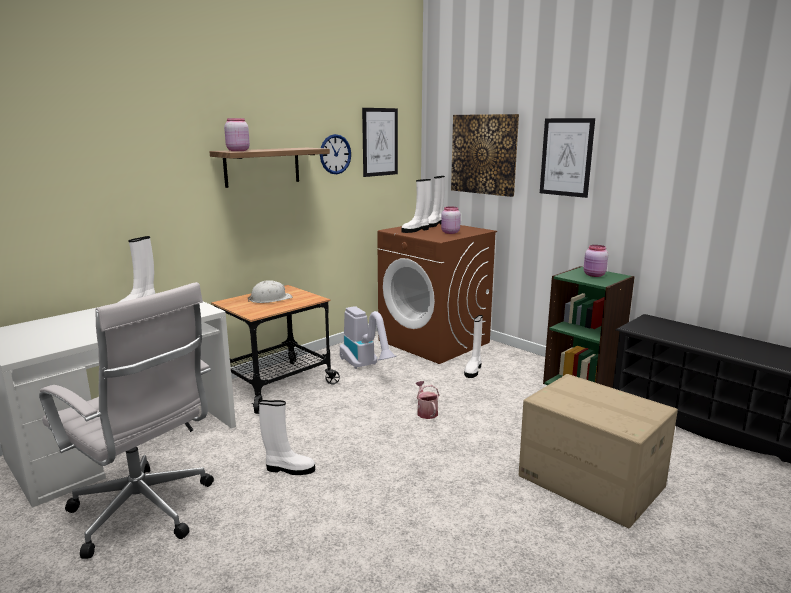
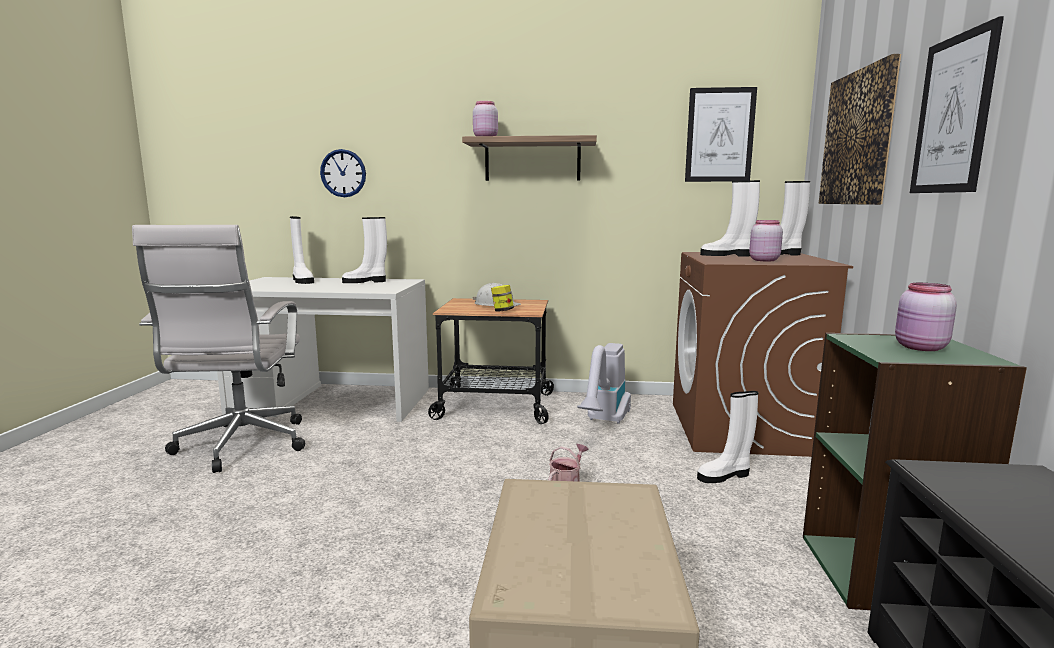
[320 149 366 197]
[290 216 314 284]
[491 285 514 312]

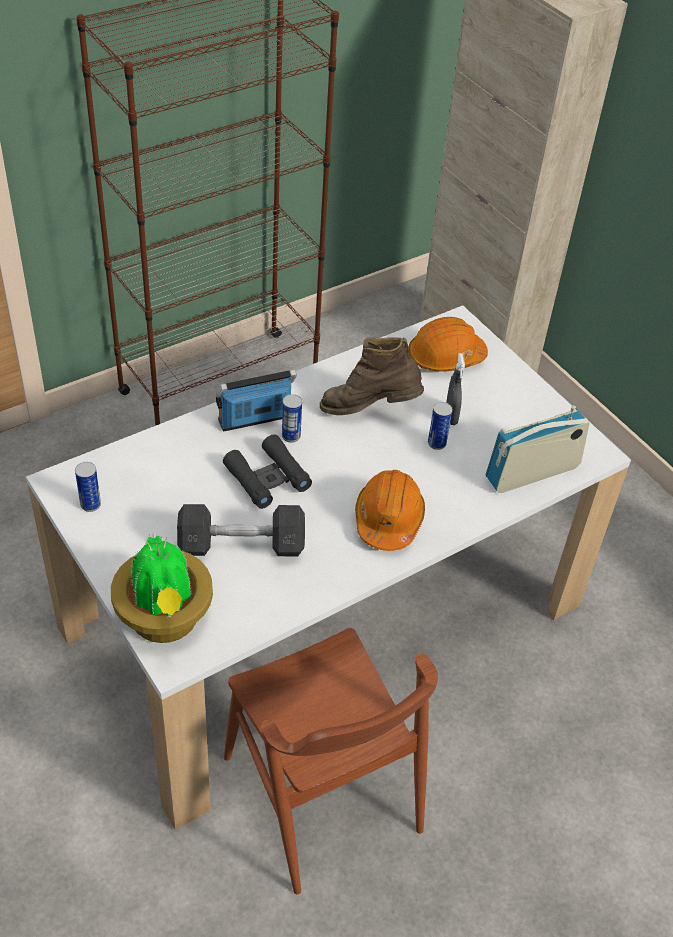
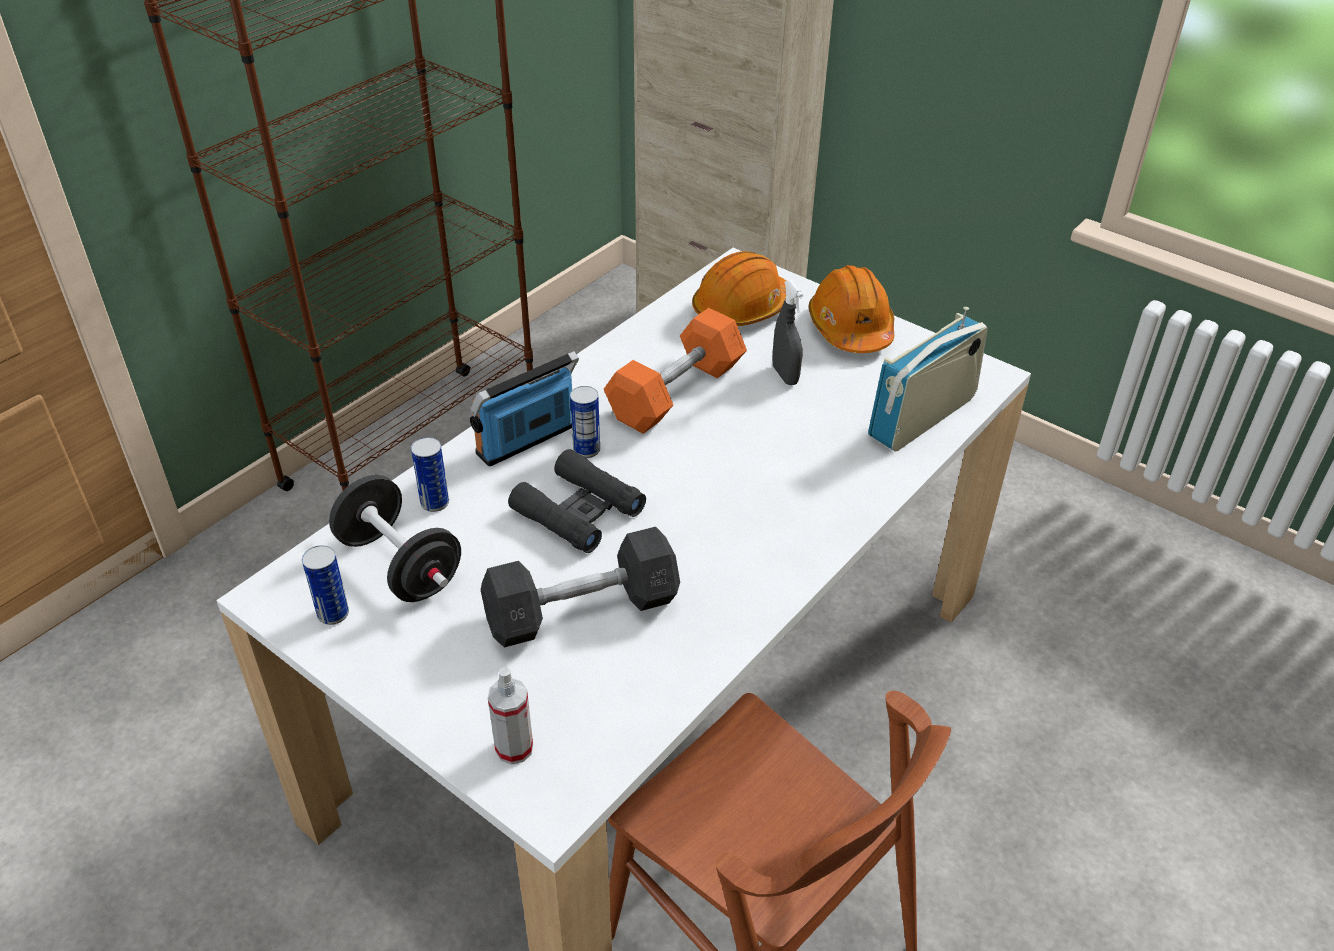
[604 308 747 434]
[411 437 449 512]
[809 265 894 353]
[488 667 533 765]
[329 475 461 602]

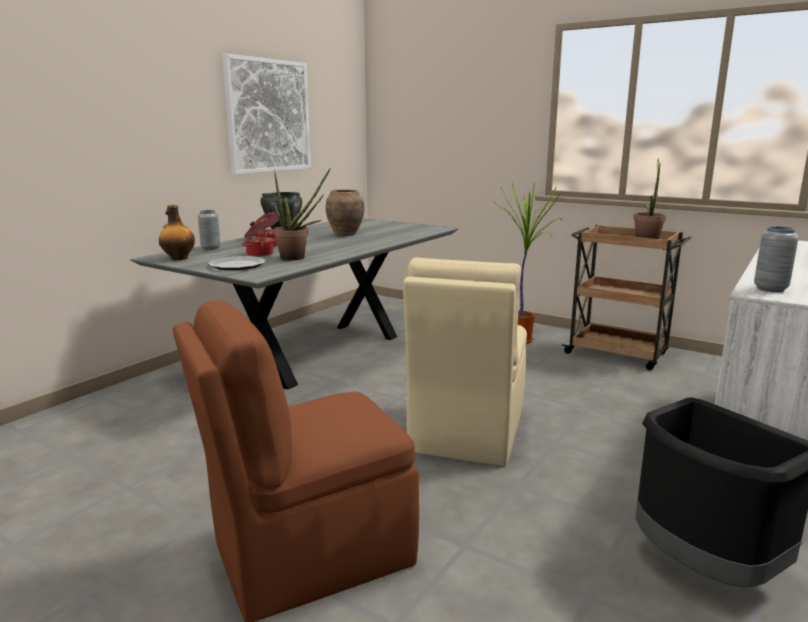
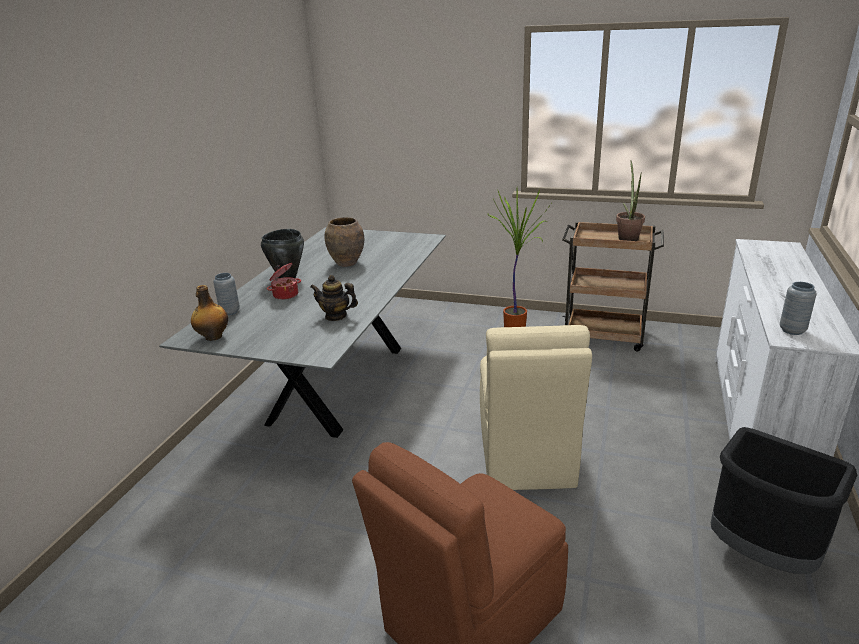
[222 53 311 175] (first image)
[310 275 358 321]
[242 219 276 257] (first image)
[208 256 266 271] (first image)

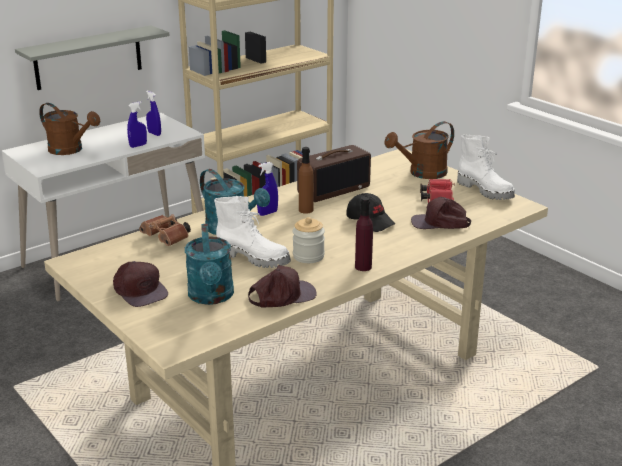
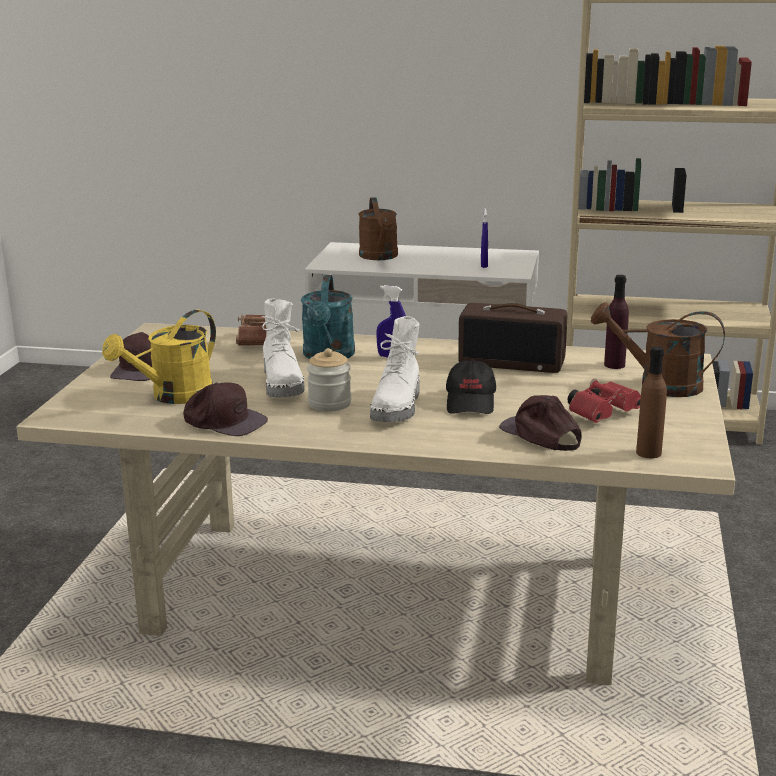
[15 25 169 90] (first image)
[127 101 147 148] (first image)
[370 316 420 422]
[636 346 667 458]
[604 275 629 369]
[102 310 216 404]

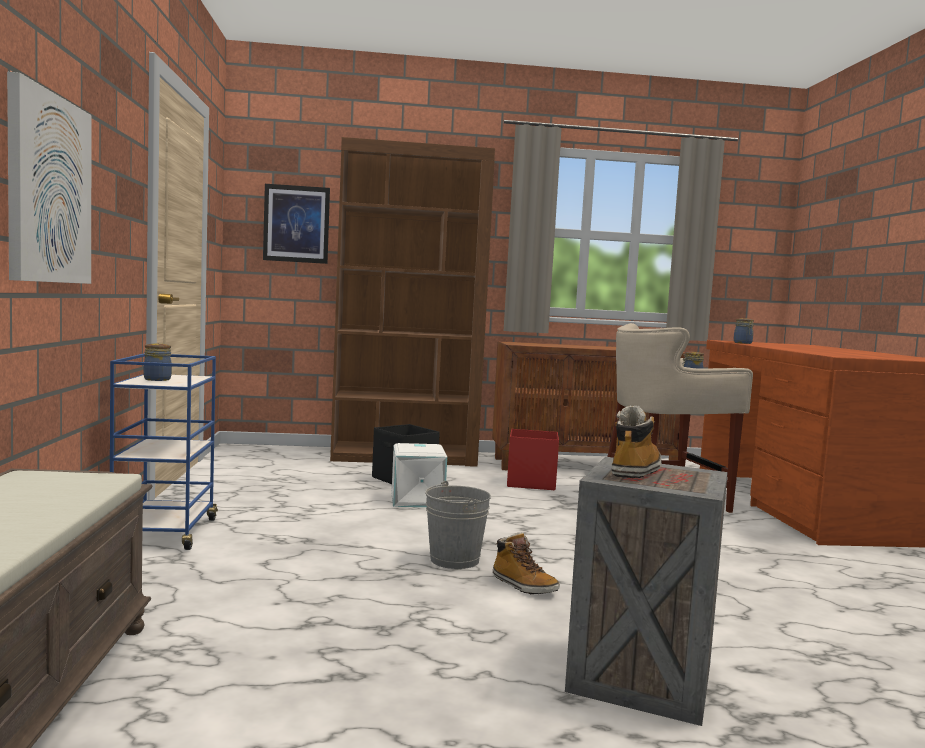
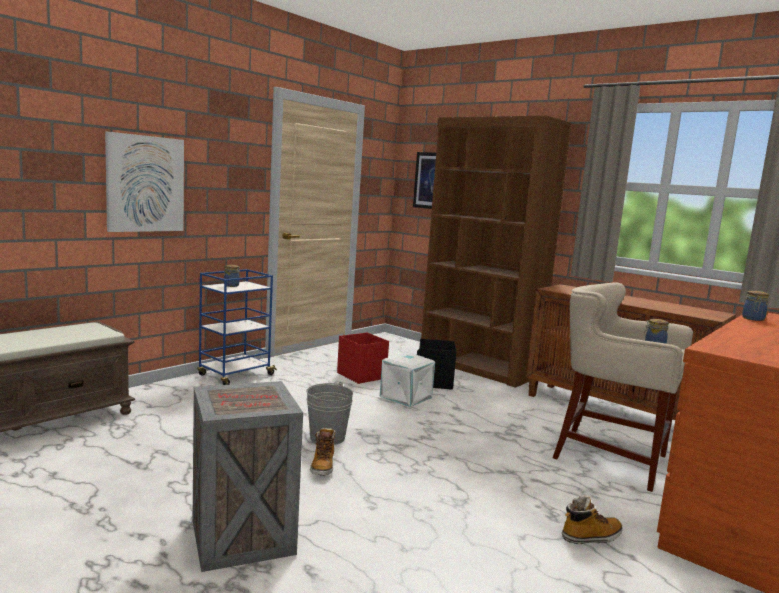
[562 495 623 544]
[337 332 389 384]

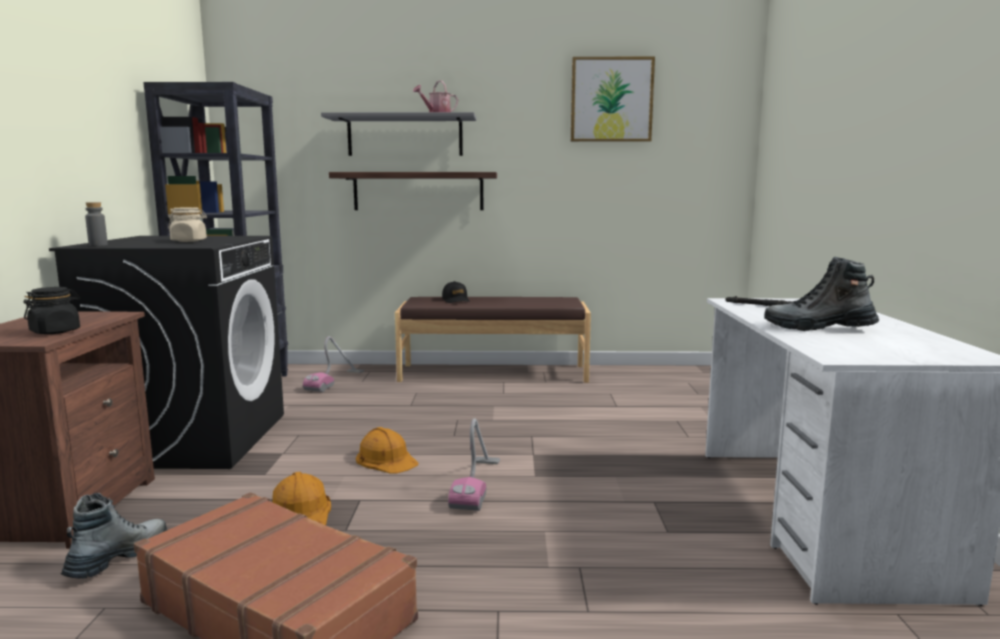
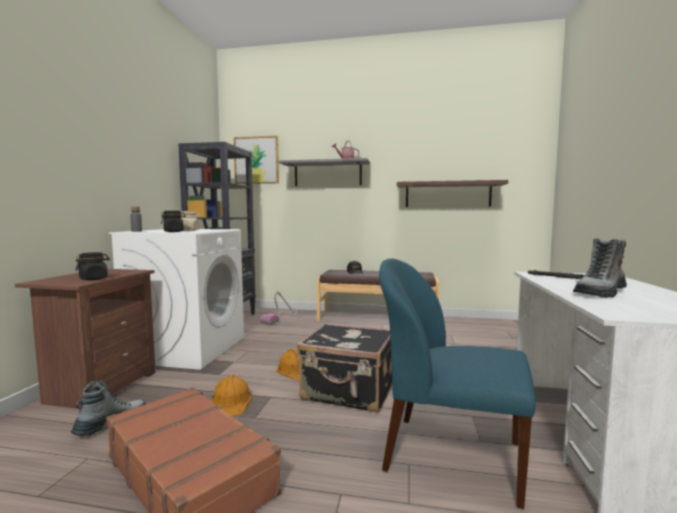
[234 136 279 184]
[397 180 508 207]
[109 229 244 370]
[573 238 627 298]
[297 323 392 413]
[161 211 186 232]
[379 258 536 509]

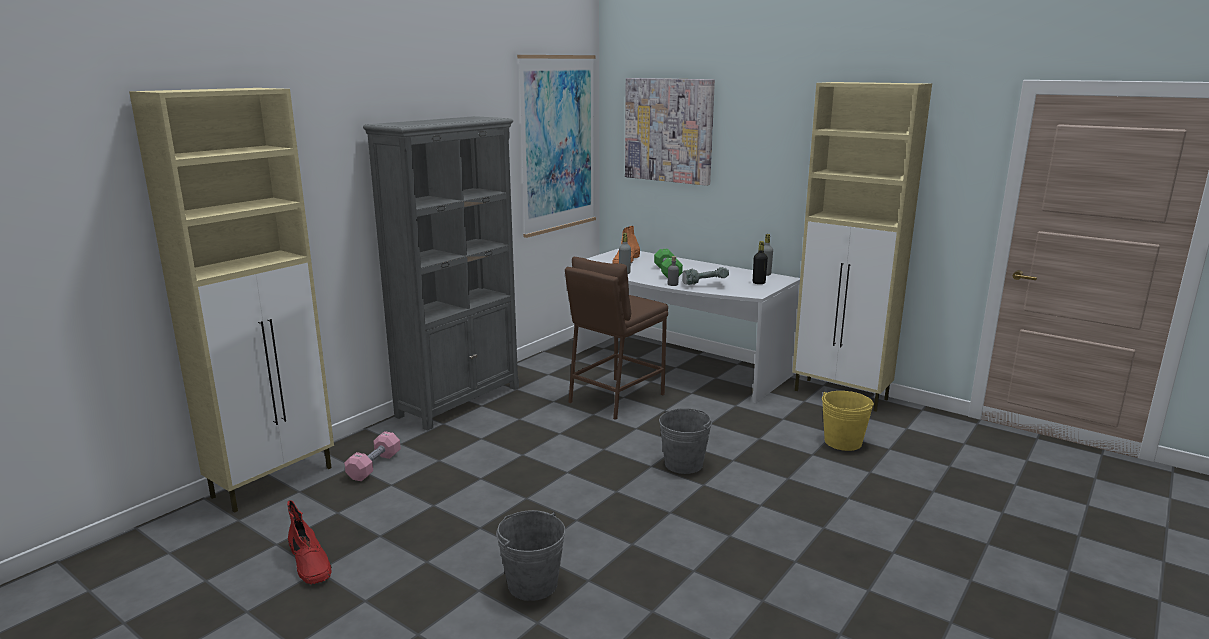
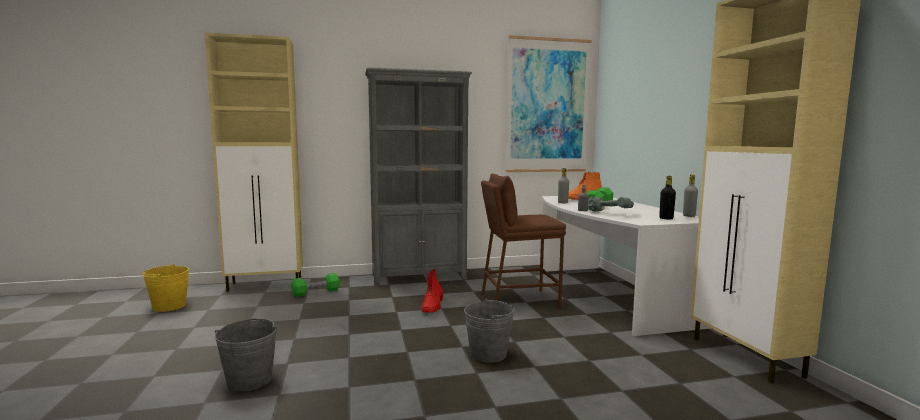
[625 78 715 186] (first image)
[143 264 189 312]
[291 273 340 297]
[422 269 443 313]

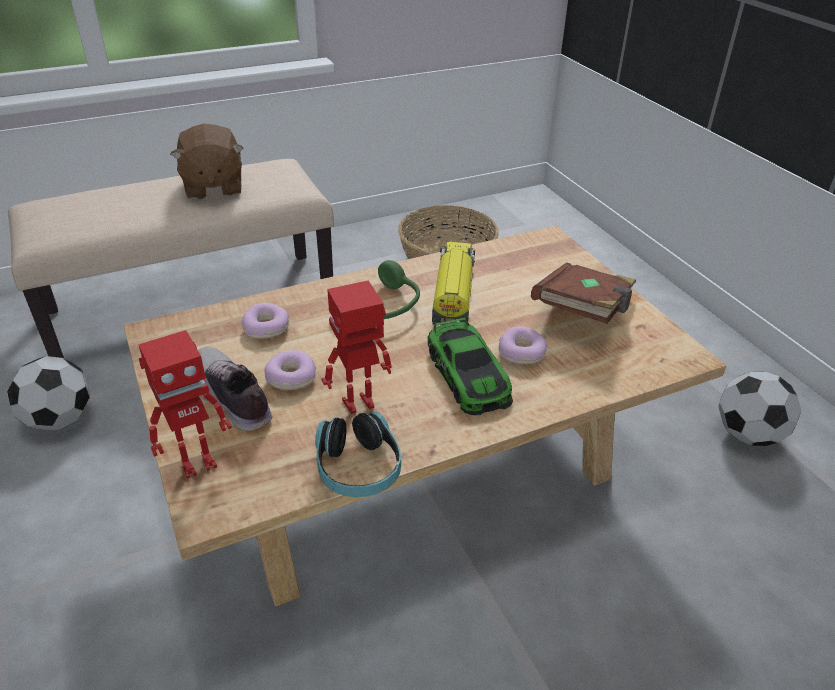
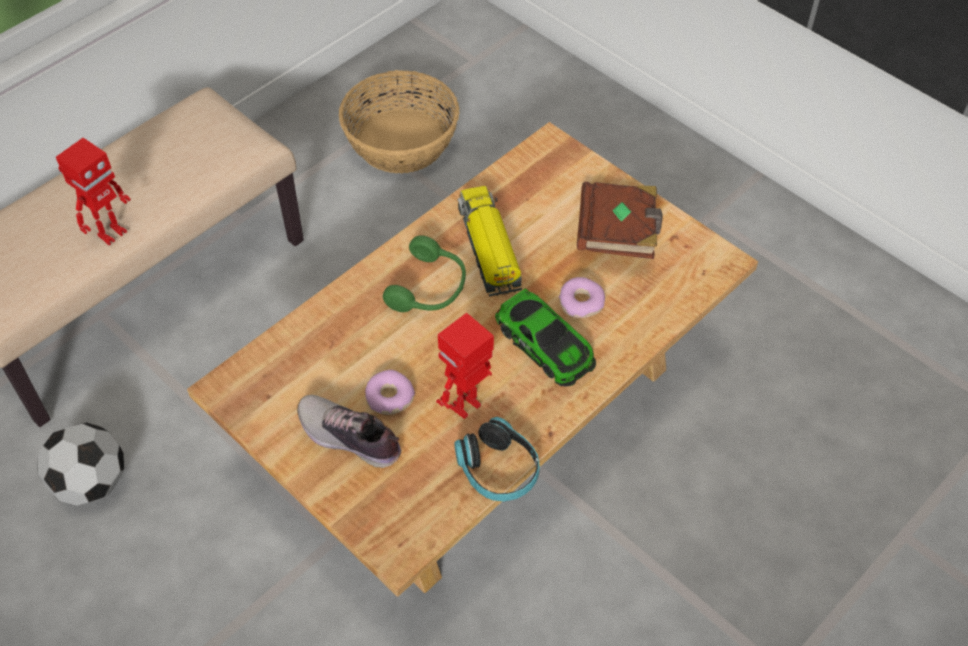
[170 124 243 200] (first image)
[242 303 289 339] (first image)
[56 138 131 246]
[718 371 801 446] (first image)

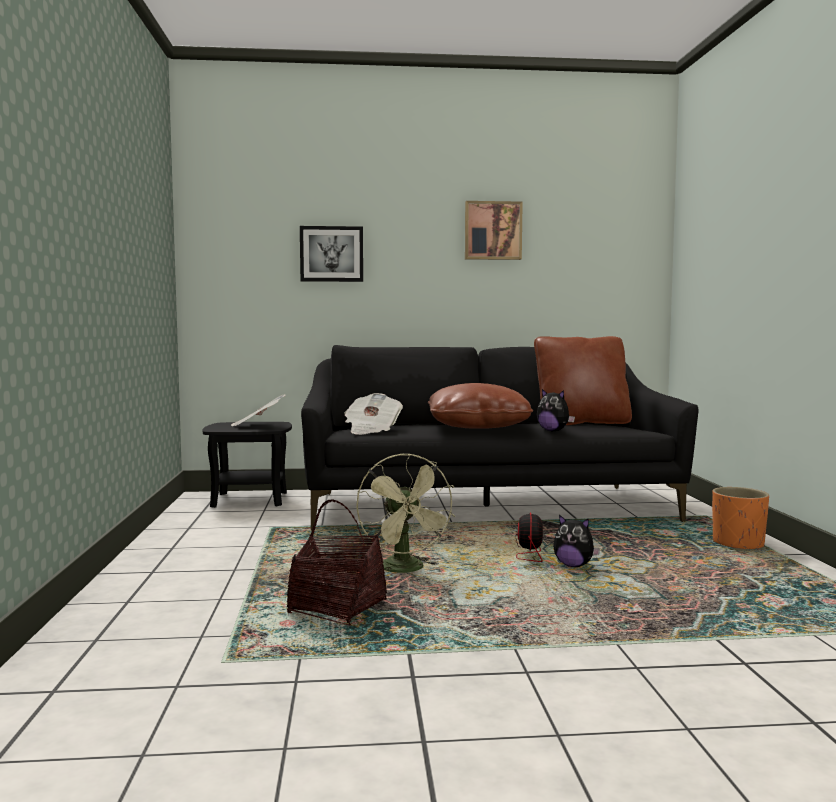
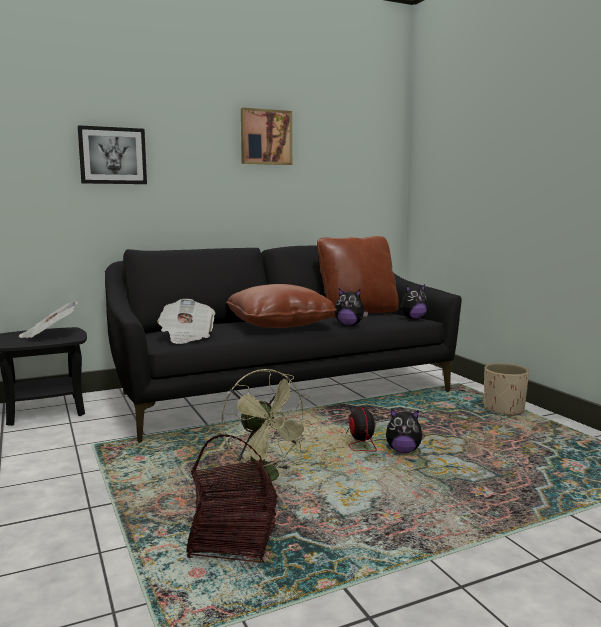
[484 363 529 416]
[399 284 428 319]

